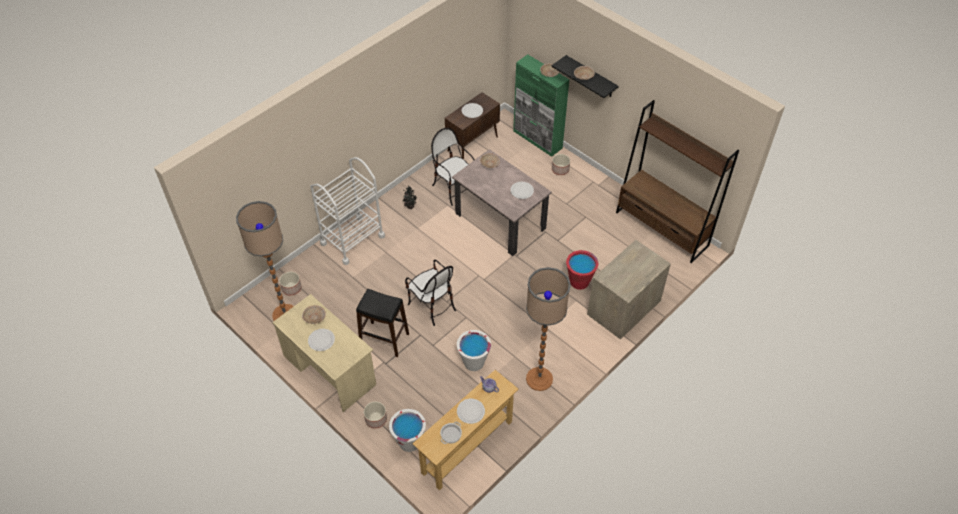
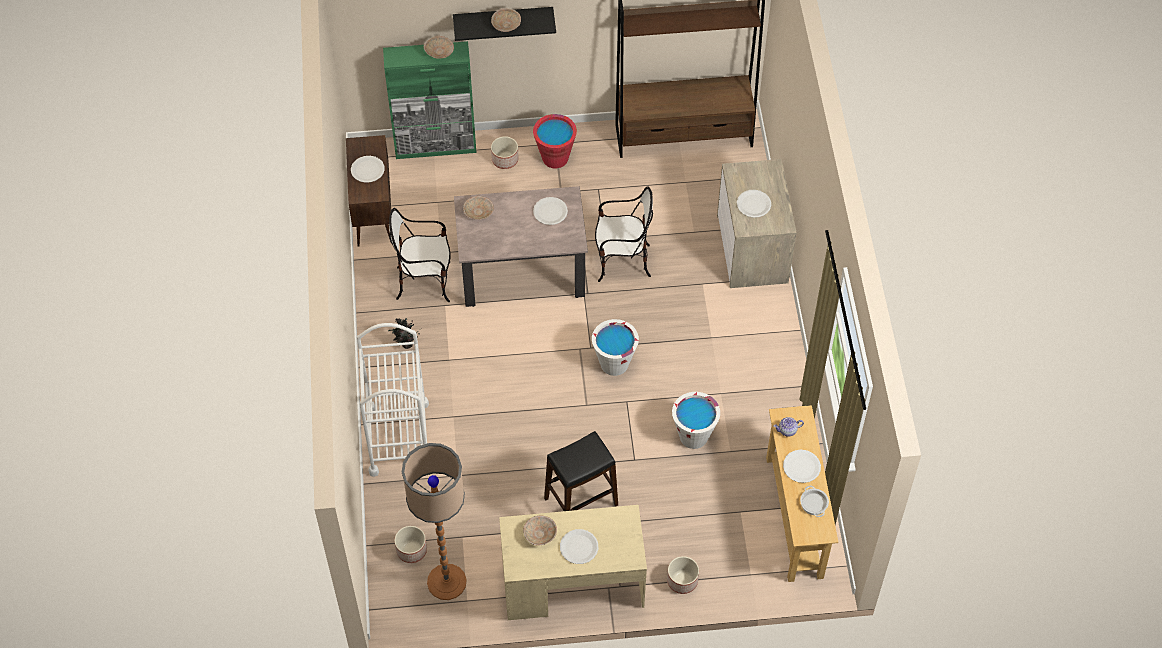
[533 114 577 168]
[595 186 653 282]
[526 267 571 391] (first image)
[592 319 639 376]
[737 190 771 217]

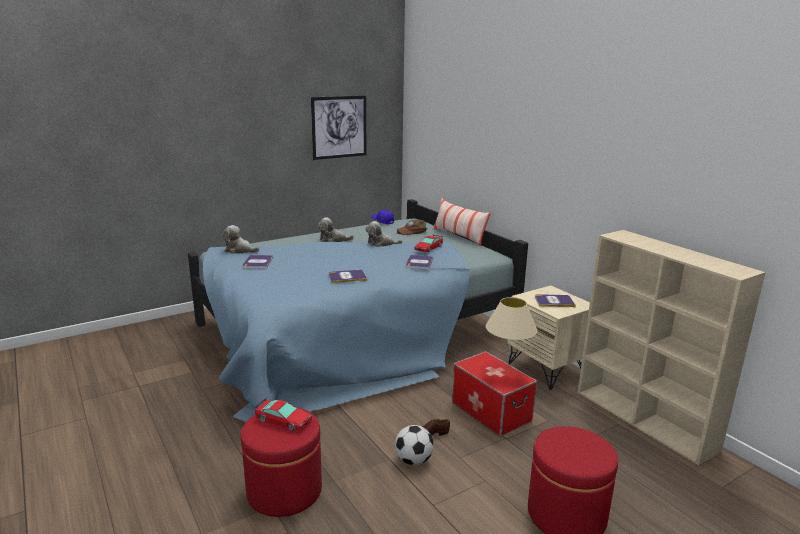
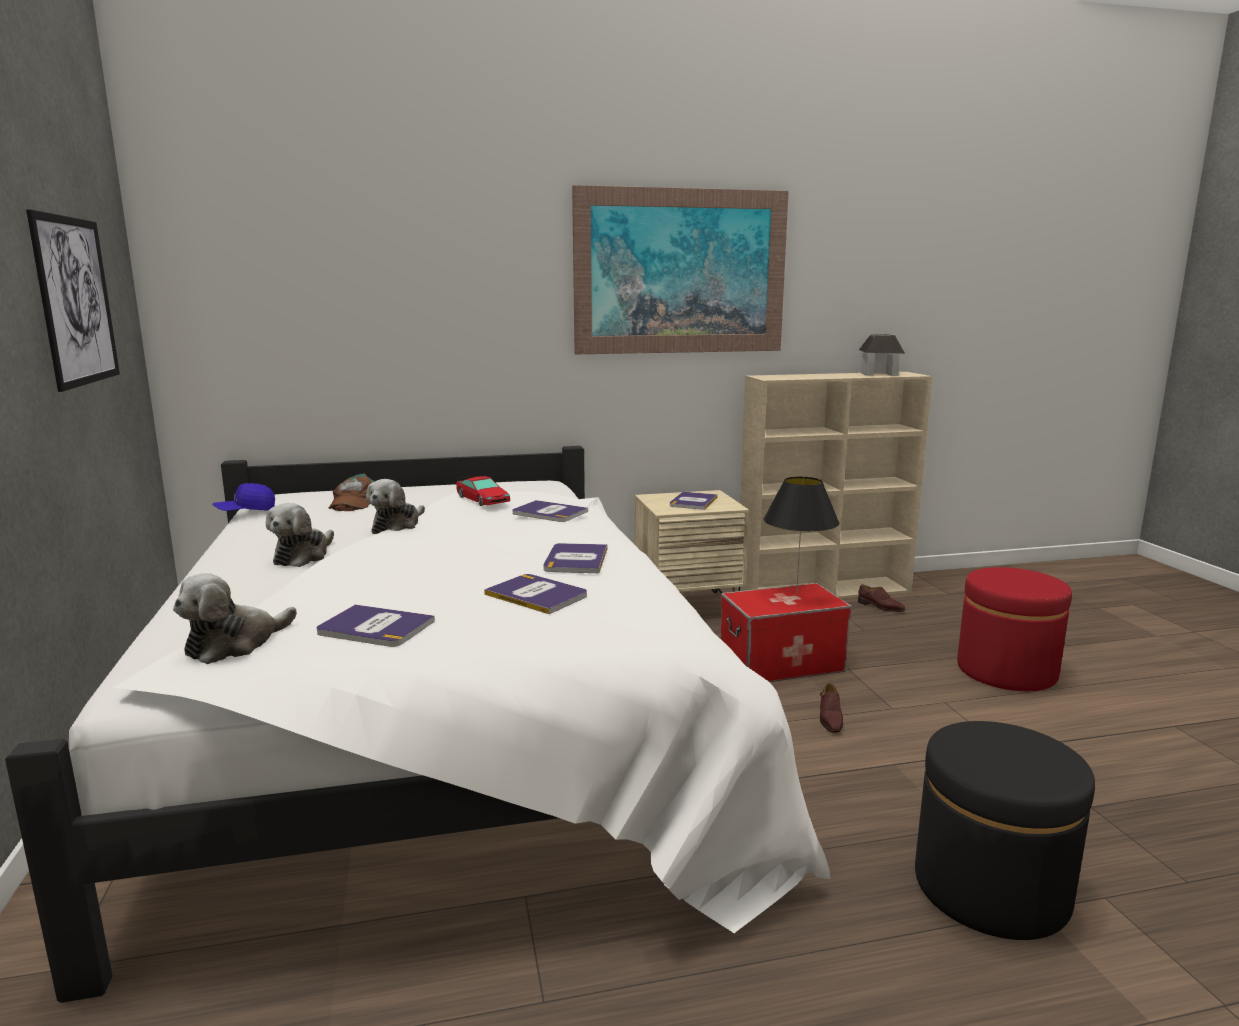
[433 198 491 246] (first image)
[5 446 830 1003]
[763 477 839 594]
[255 398 312 431] (first image)
[915 721 1095 940]
[395 425 434 465] (first image)
[572 185 789 354]
[859 334 905 376]
[484 574 587 614]
[858 584 905 612]

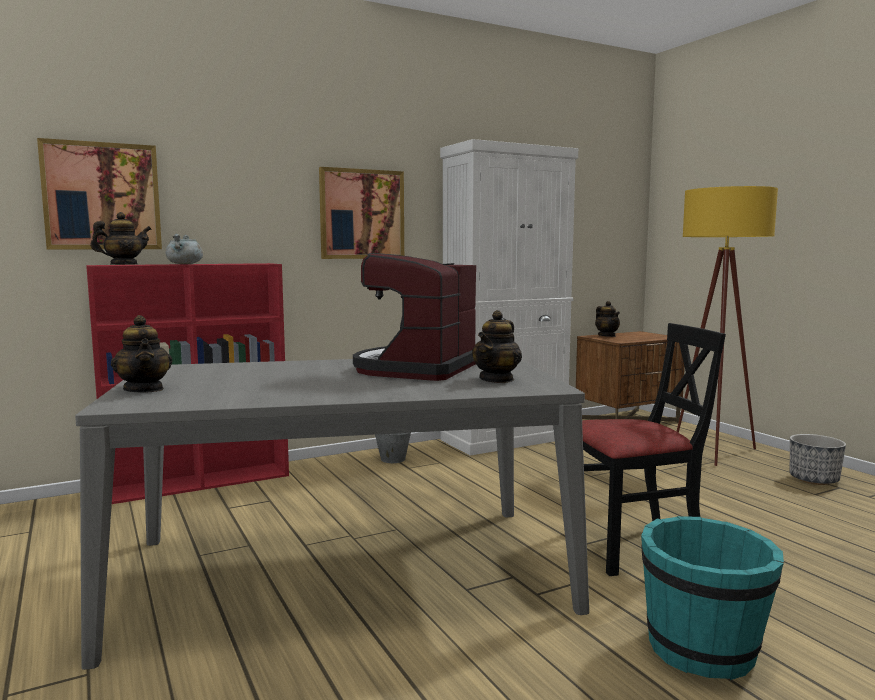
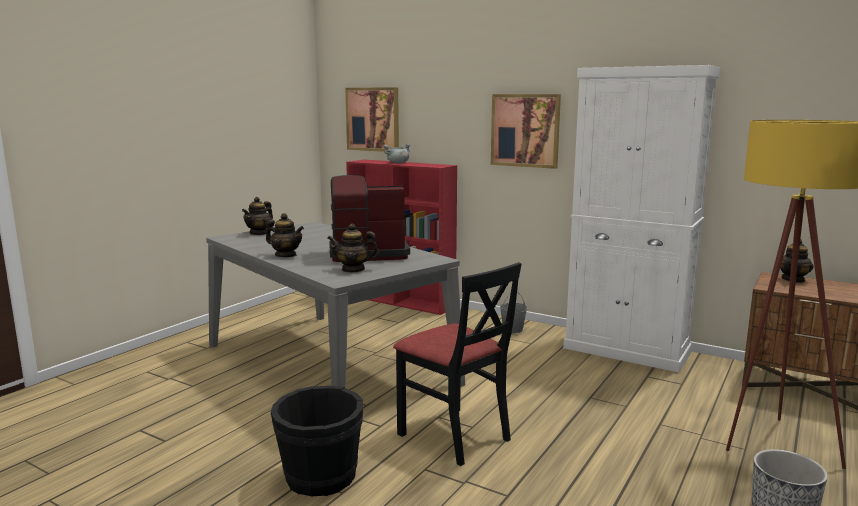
[266 213 304 257]
[271 385 363 496]

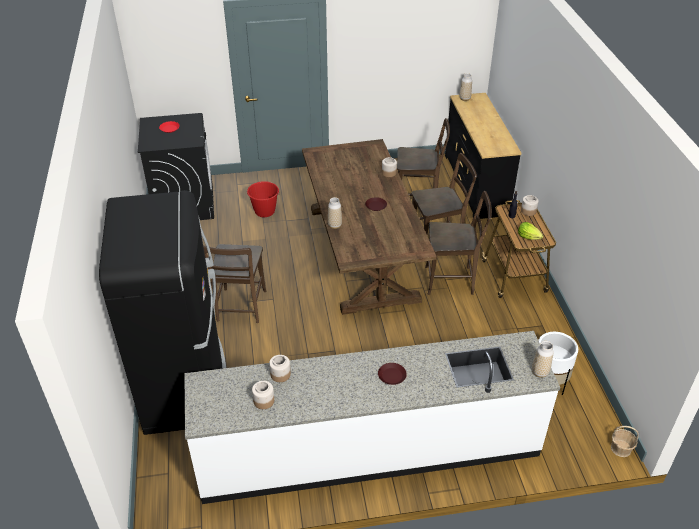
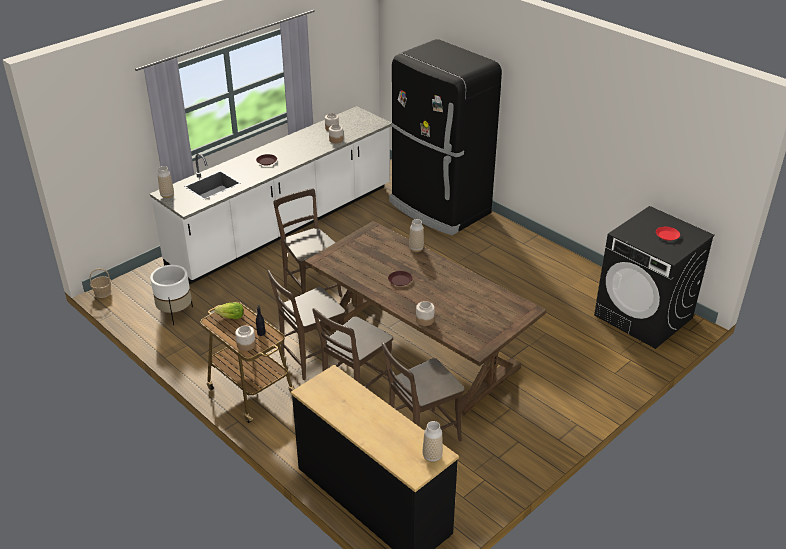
[247 181 280 217] (first image)
[274 188 342 297]

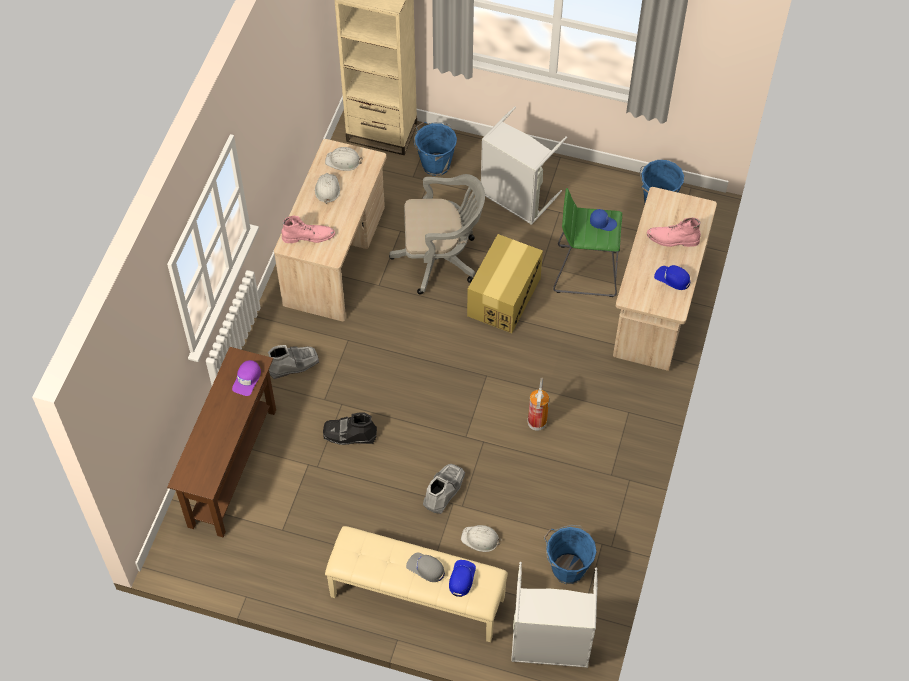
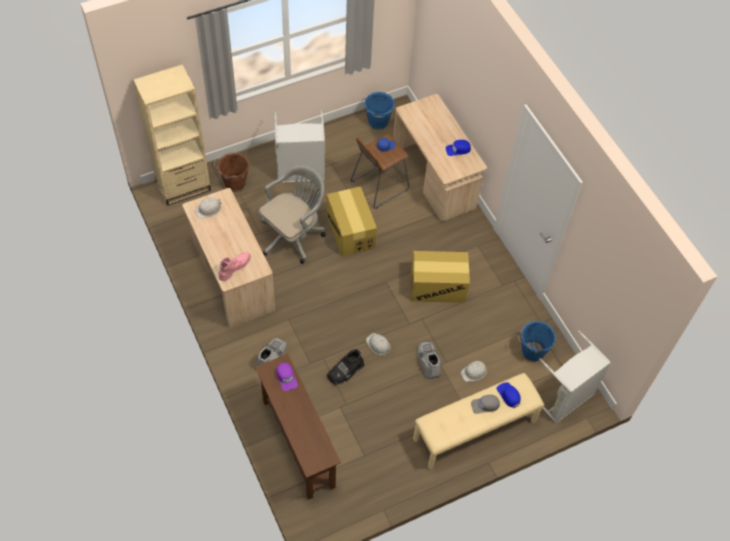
[214 151 249 192]
[366 333 390 355]
[350 134 409 209]
[647 218 701 247] (first image)
[411 251 470 303]

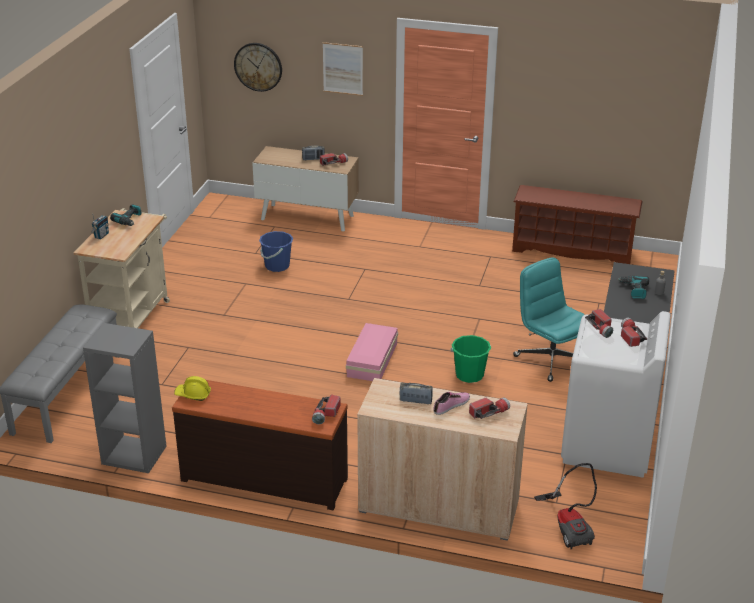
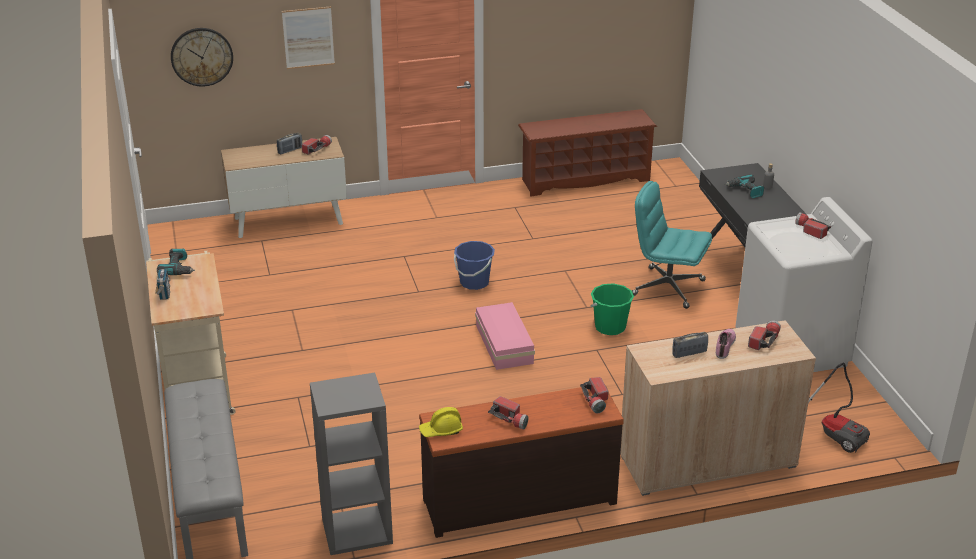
[454 241 495 290]
[488 396 528 430]

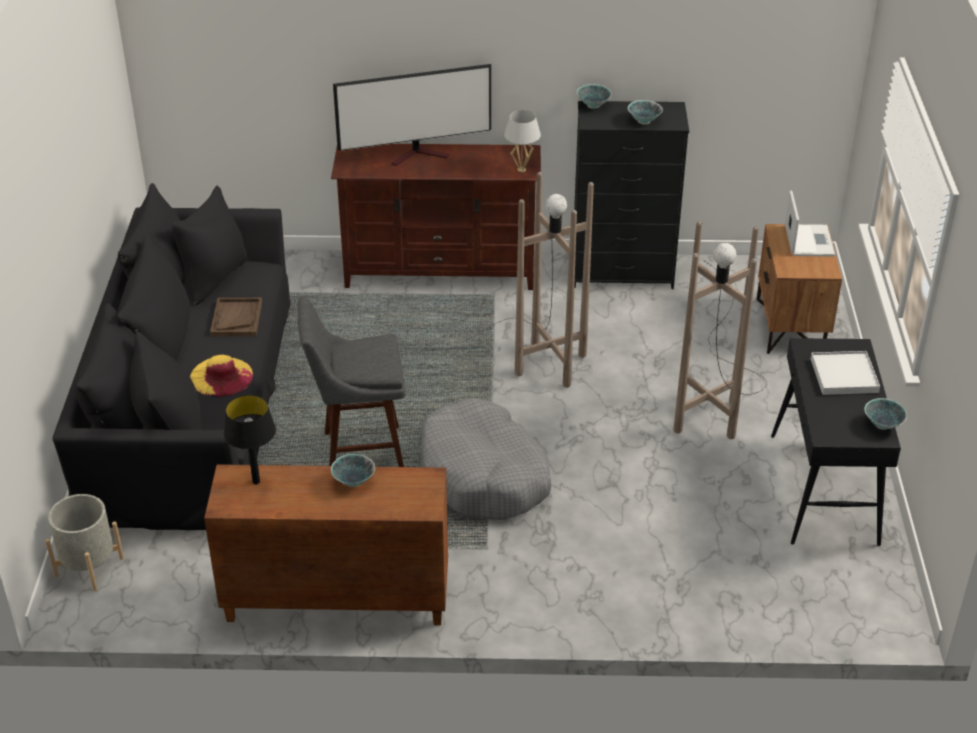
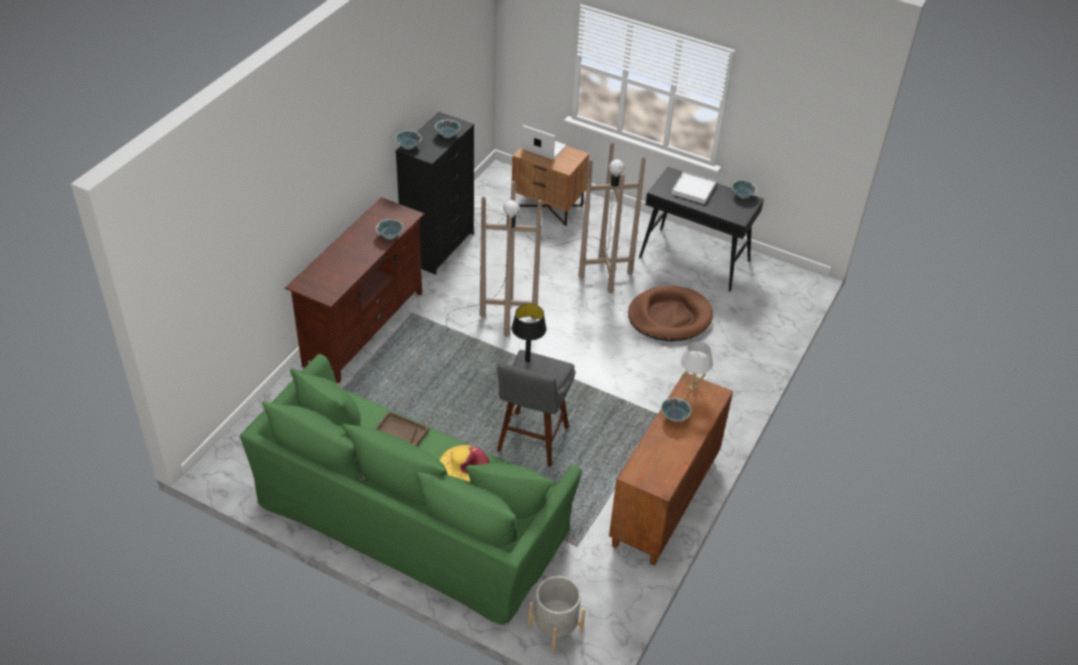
[333 64 491 166] (first image)
[681 341 713 390]
[240 354 582 625]
[512 304 546 362]
[421 398 551 520] (first image)
[376 219 403 239]
[628 286 713 341]

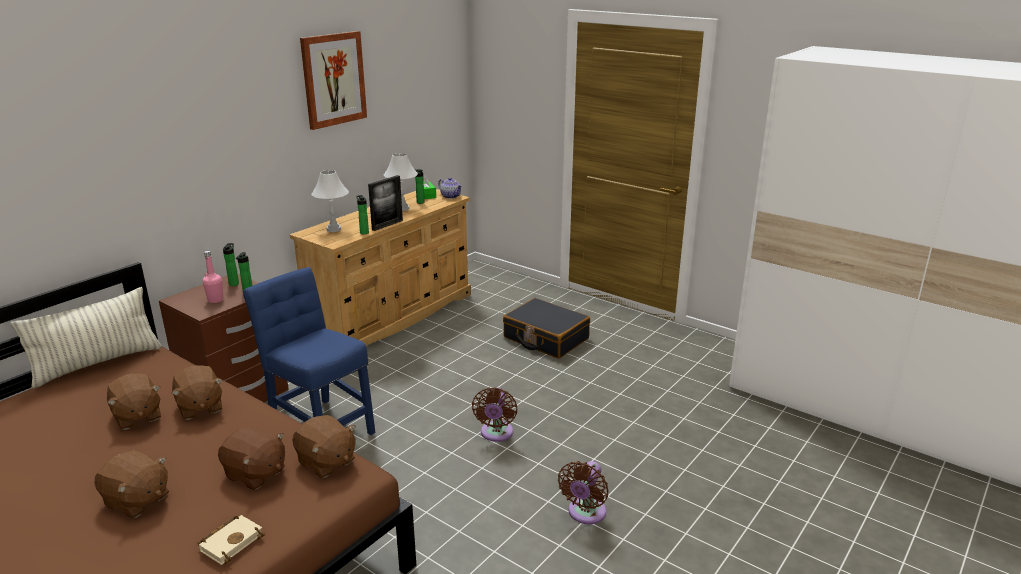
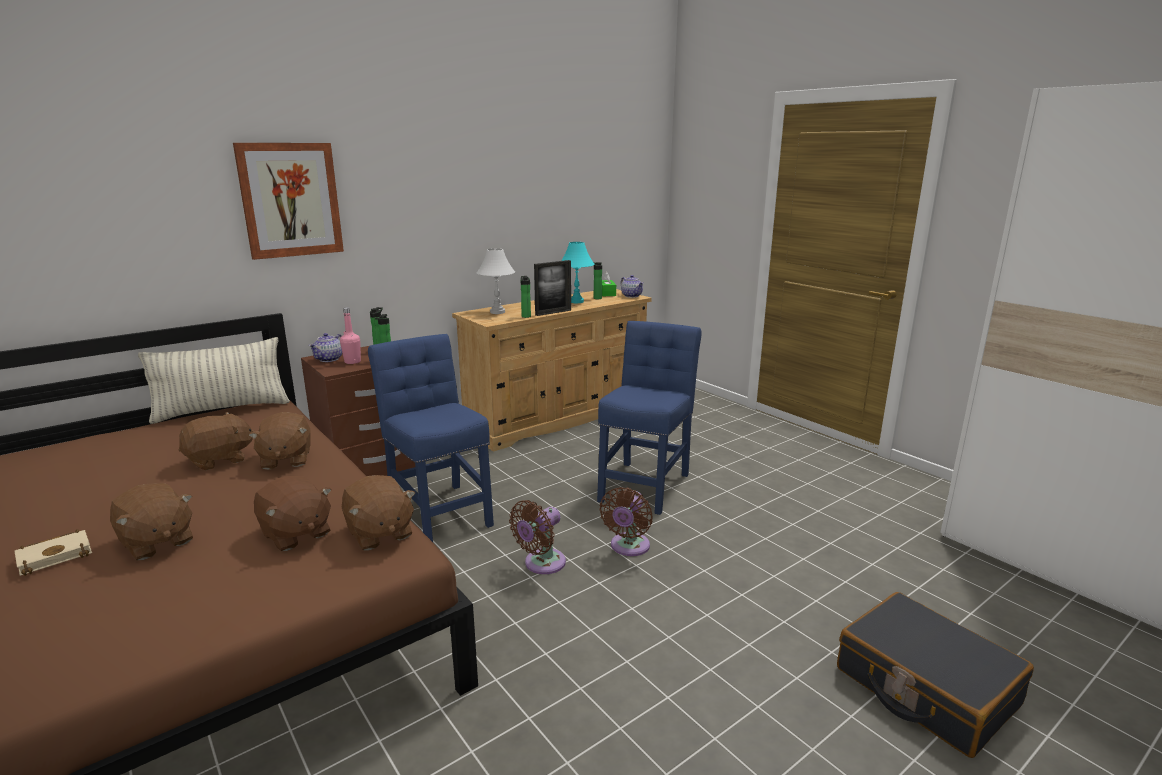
[233 143 344 260]
[561 242 595 303]
[837 592 1034 758]
[179 412 255 470]
[509 500 566 574]
[15 529 92 576]
[597 321 702 515]
[309 333 342 362]

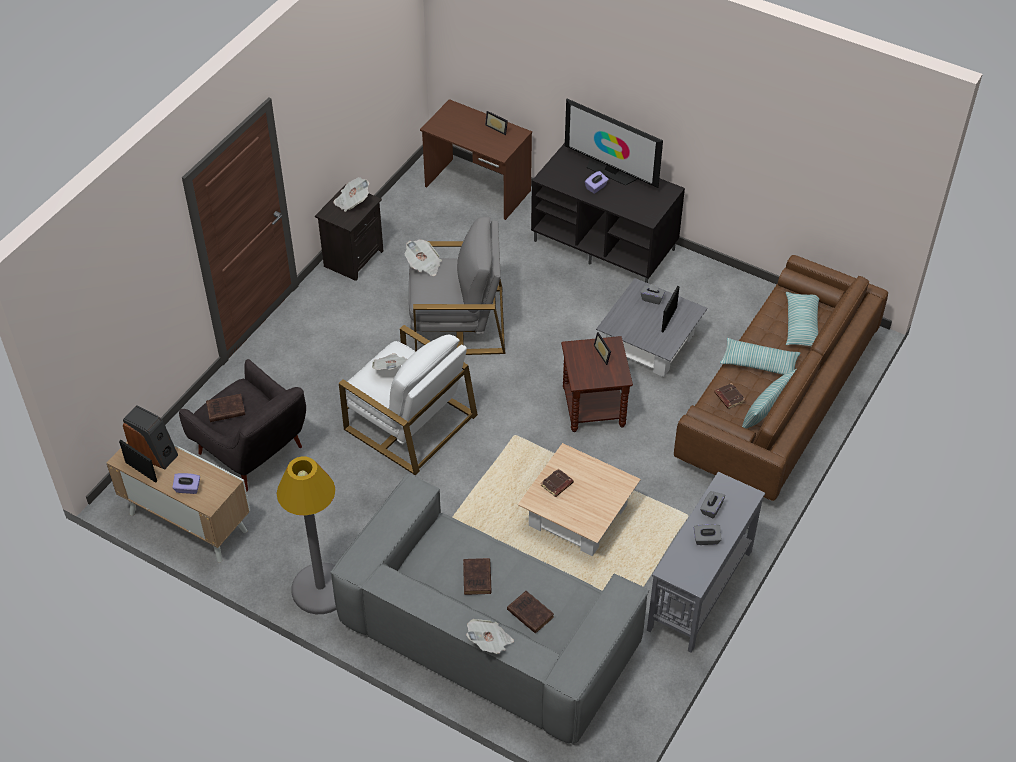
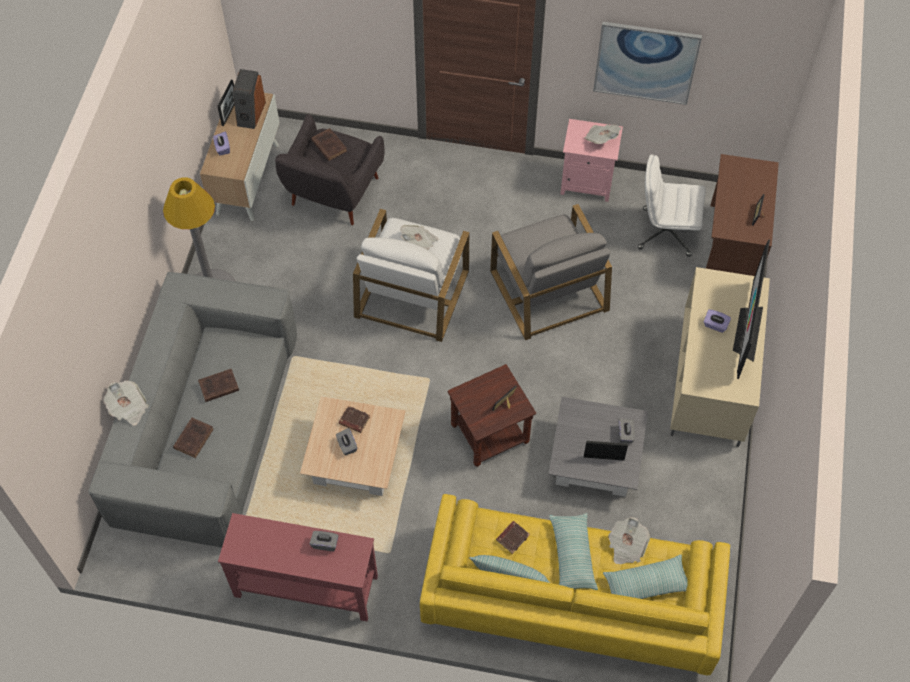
[670 267 770 447]
[560 119 623 202]
[608 517 650 564]
[420 494 730 675]
[218 513 378 621]
[336 428 357 455]
[593 22 702 105]
[638 154 706 257]

